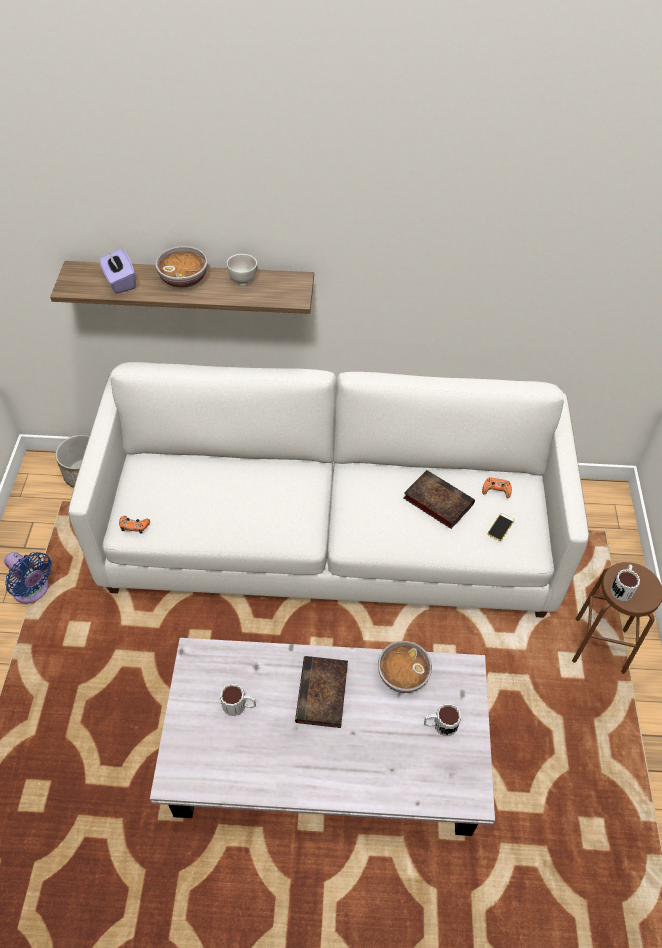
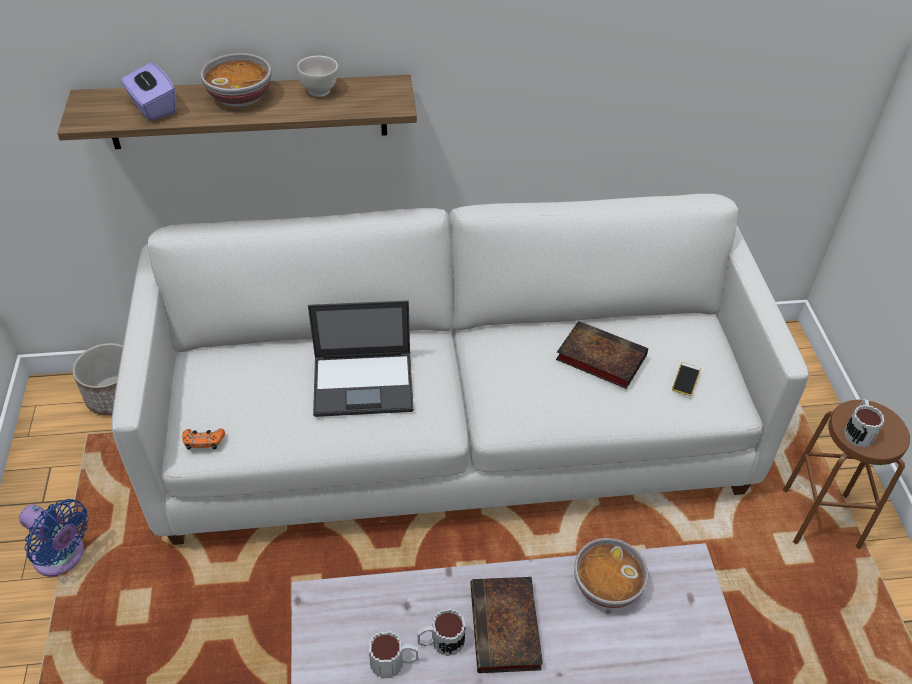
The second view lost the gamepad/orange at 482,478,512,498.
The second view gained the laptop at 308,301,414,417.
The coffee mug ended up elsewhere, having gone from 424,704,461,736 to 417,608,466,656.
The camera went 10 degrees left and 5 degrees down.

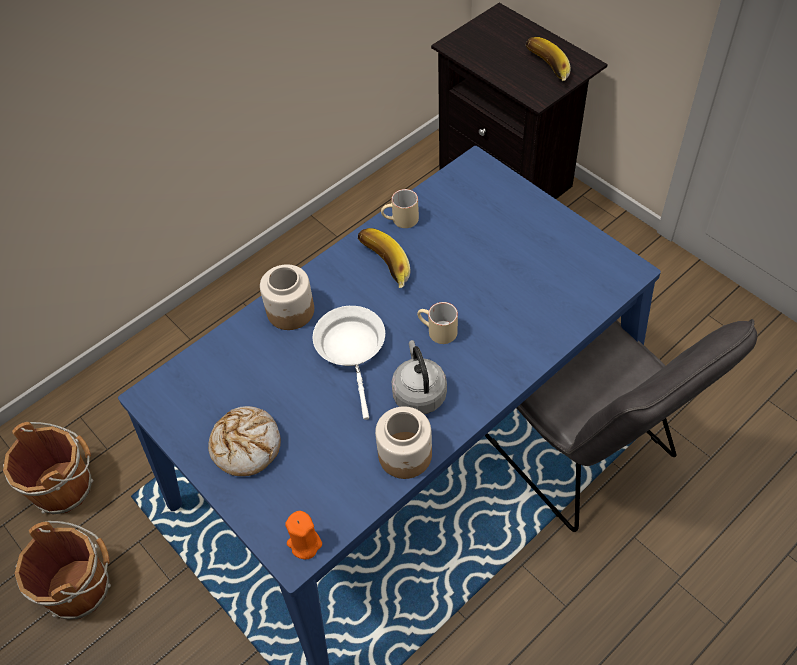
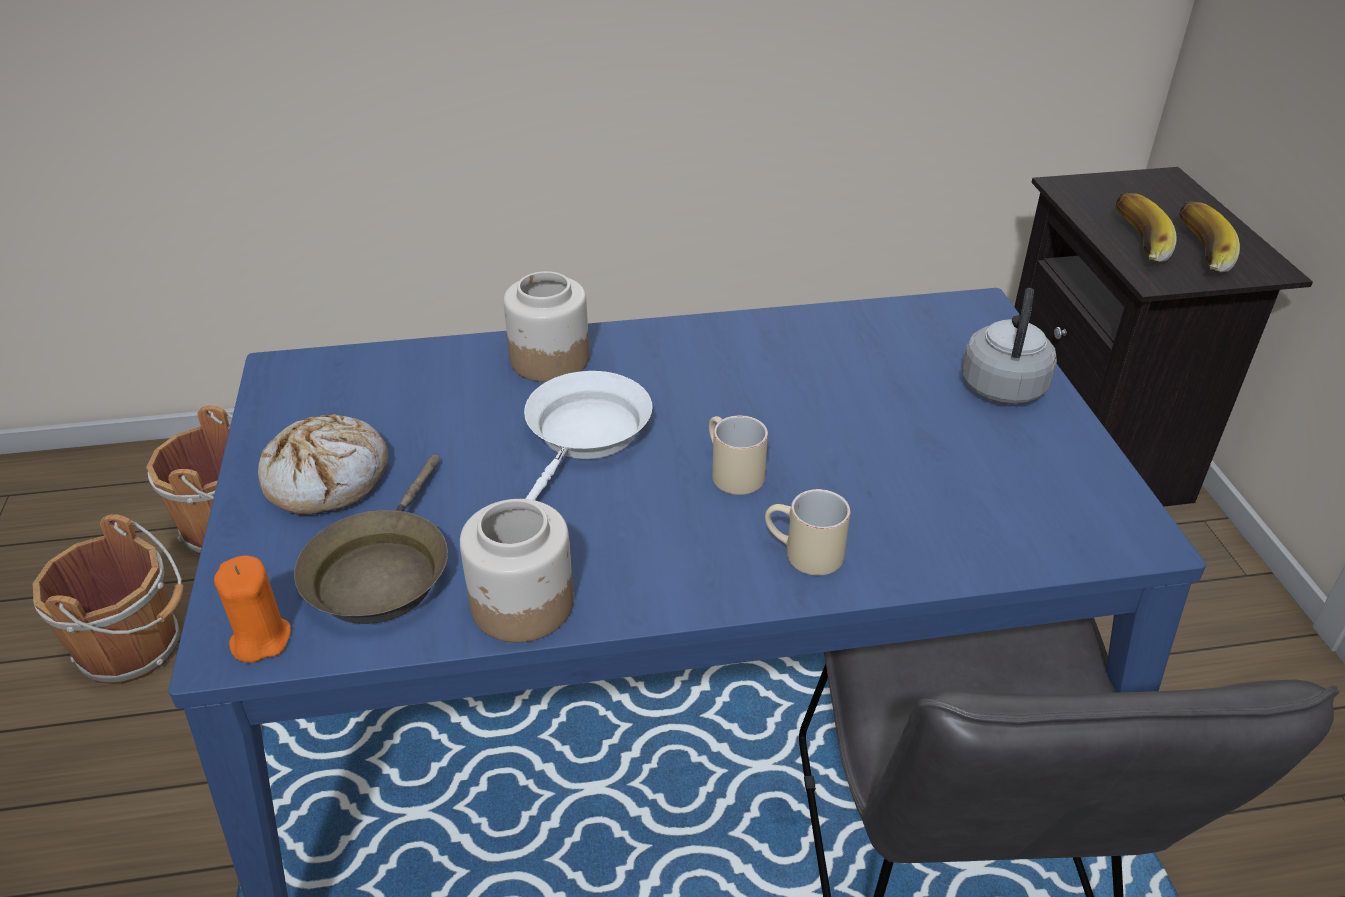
The second view gained the skillet/brown-coloured at 294,454,448,624.
The banana ended up elsewhere, having gone from 358,228,410,288 to 1116,193,1177,262.
The coffee mug/beige ended up elsewhere, having gone from 381,189,419,228 to 765,489,851,576.
The water kettle/gray ended up elsewhere, having gone from 391,340,447,414 to 962,288,1057,404.
The camera went 30 degrees right and 15 degrees down.

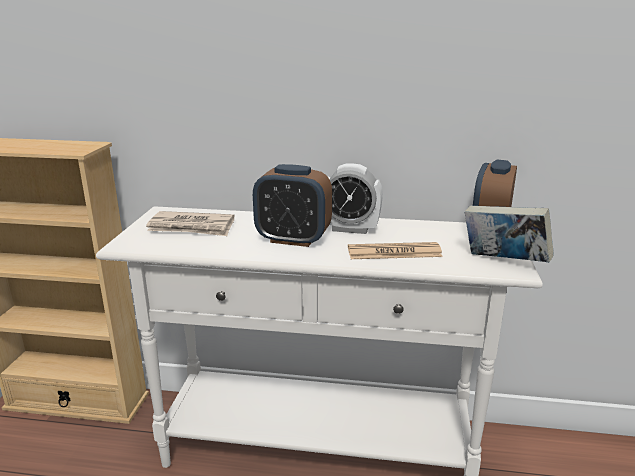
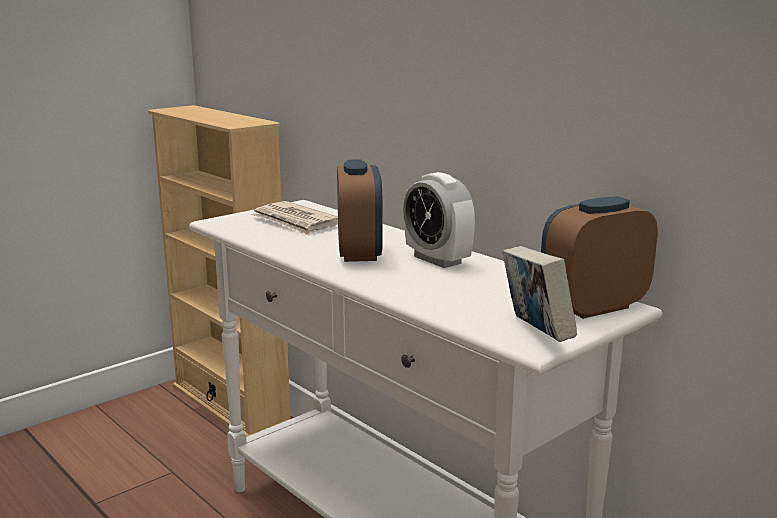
The second view lost the printed paper at 348,242,443,259.
The alarm clock at 253,164,332,247 ended up facing another way, 150 degrees counterclockwise from before.
The camera went 40 degrees right and 5 degrees down.

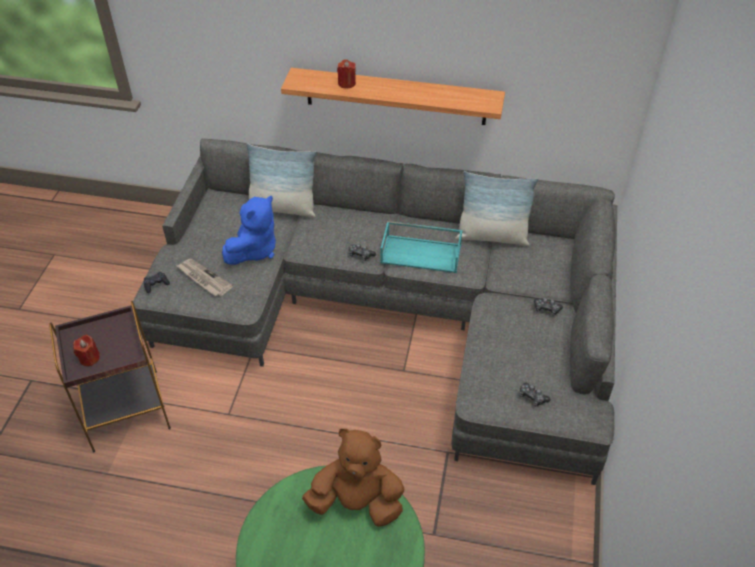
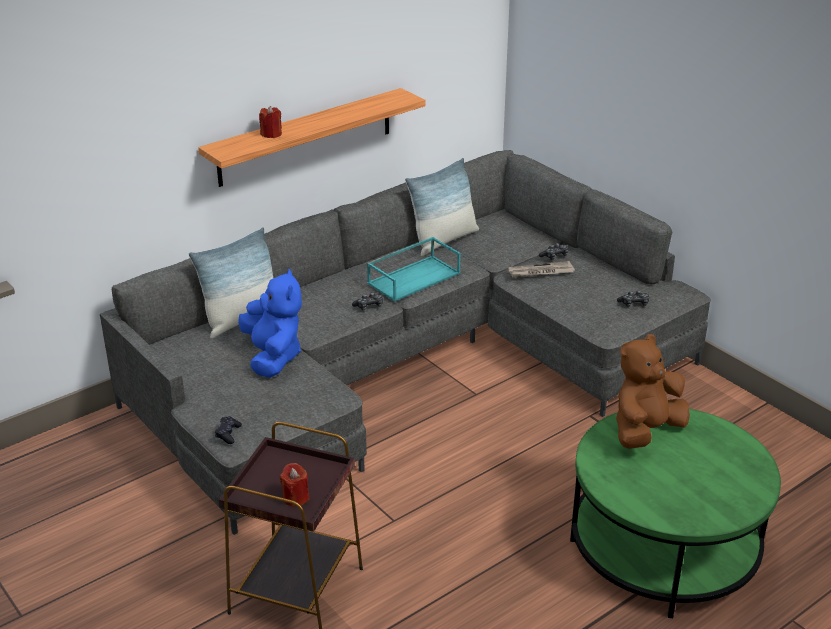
The printed paper ended up elsewhere, having gone from 177,259,233,296 to 508,261,575,278.
The camera went 50 degrees left and 15 degrees down.

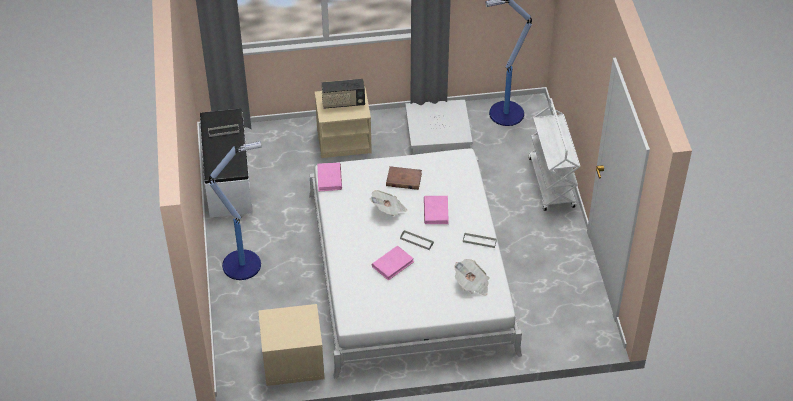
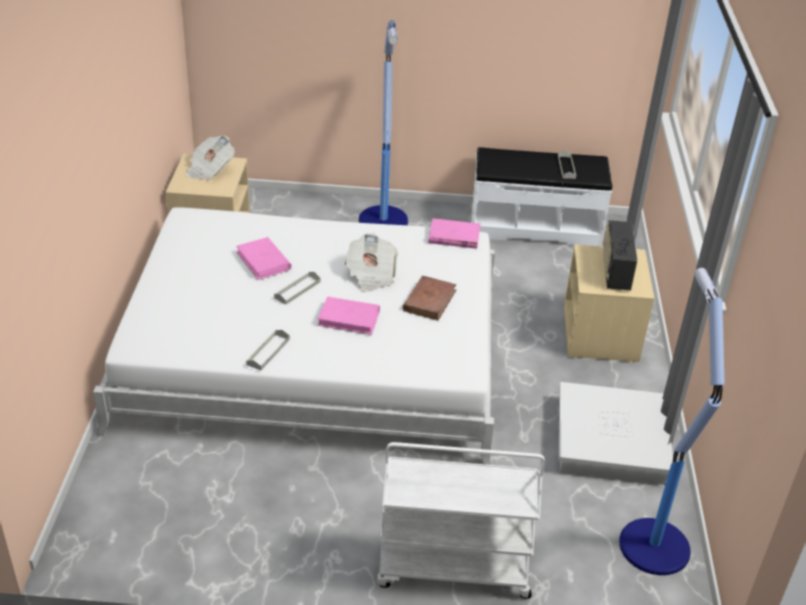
The printed paper ended up elsewhere, having gone from 454,259,489,296 to 186,135,235,180.
The camera went 100 degrees right and 10 degrees down.

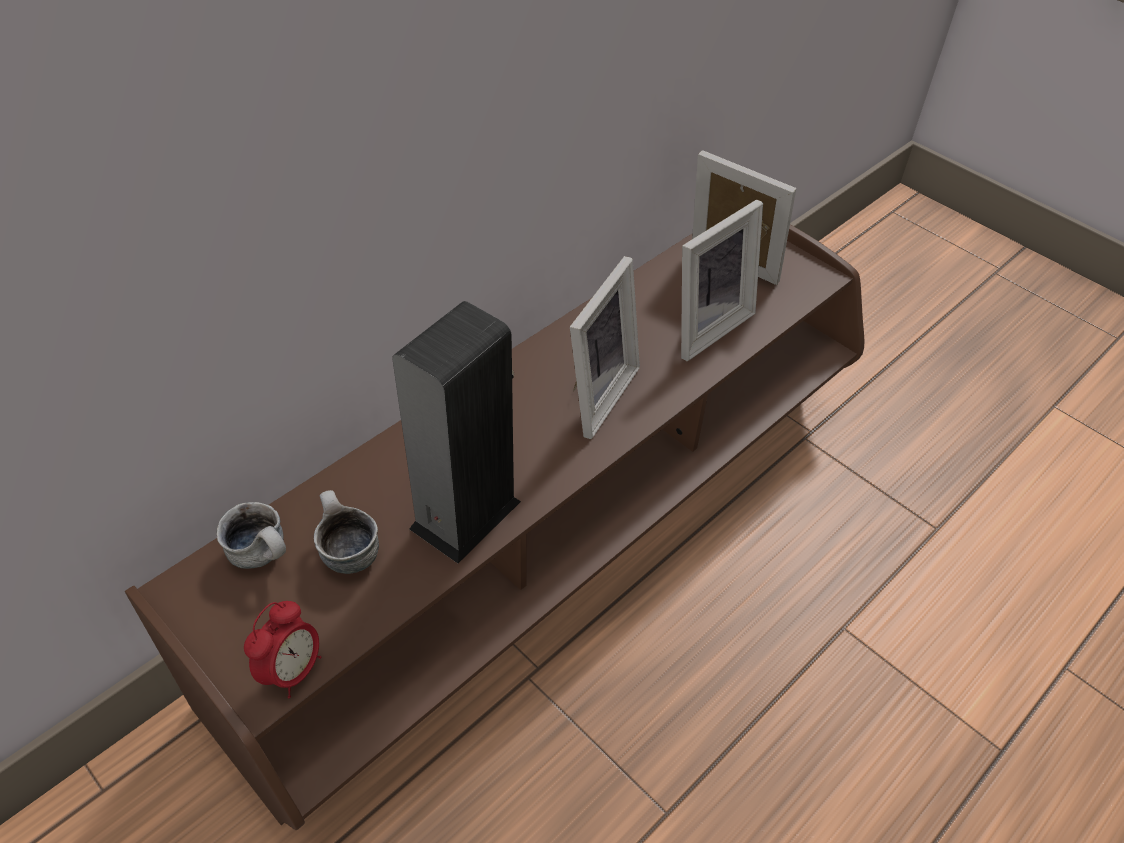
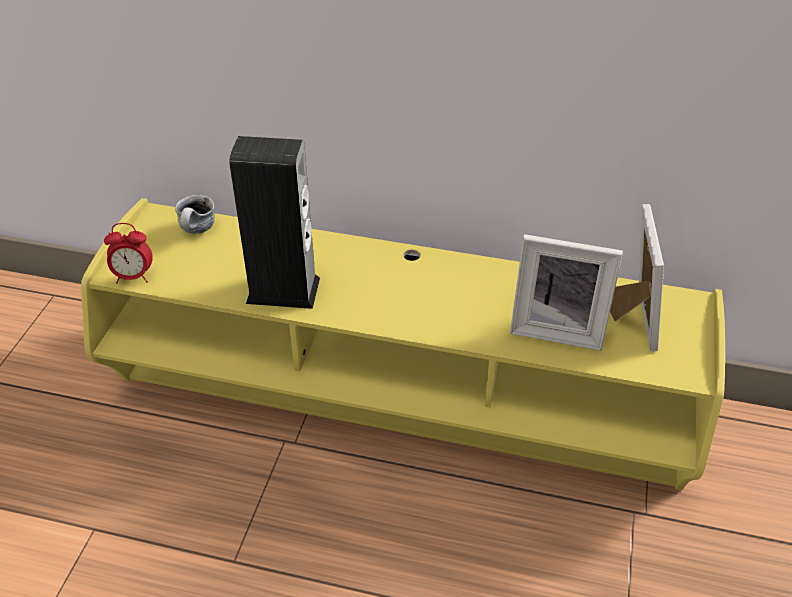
The second view lost the coffee mug at 314,490,379,574.
The second view lost the photo frame at 570,256,640,439.
What was the tv unit/brown-coloured at 125,225,864,830 turned into the tv unit/yellow-coloured at 81,198,725,490.
The camera went 60 degrees right and 5 degrees down.

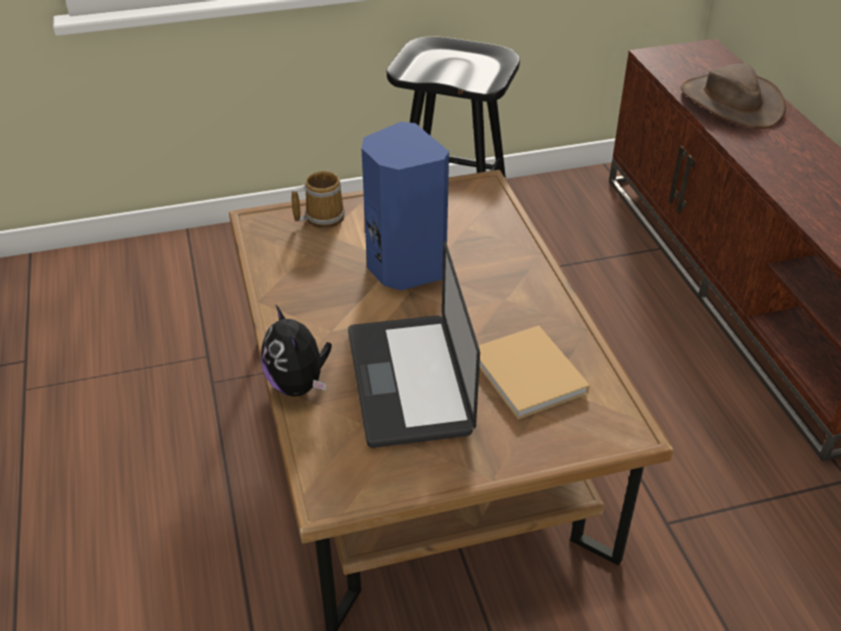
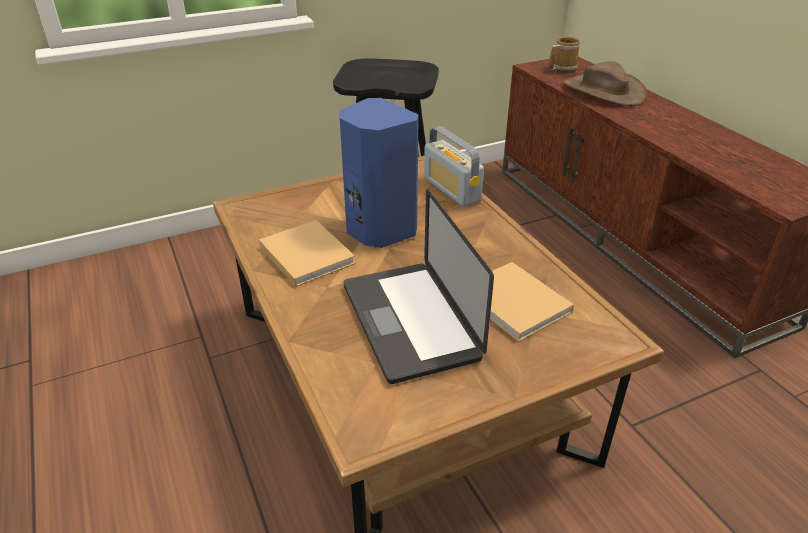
The second view lost the cuddly toy at 261,304,332,397.
The second view gained the book/beige at 259,220,355,287.
The second view gained the radio set at 424,126,484,207.
The coffee mug ended up elsewhere, having gone from 292,171,345,228 to 549,37,580,73.
The camera went 10 degrees left and 5 degrees down.

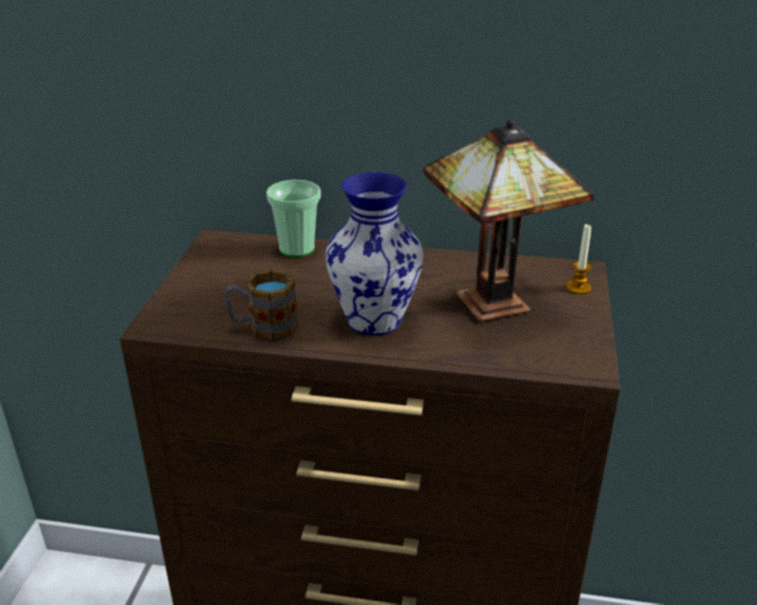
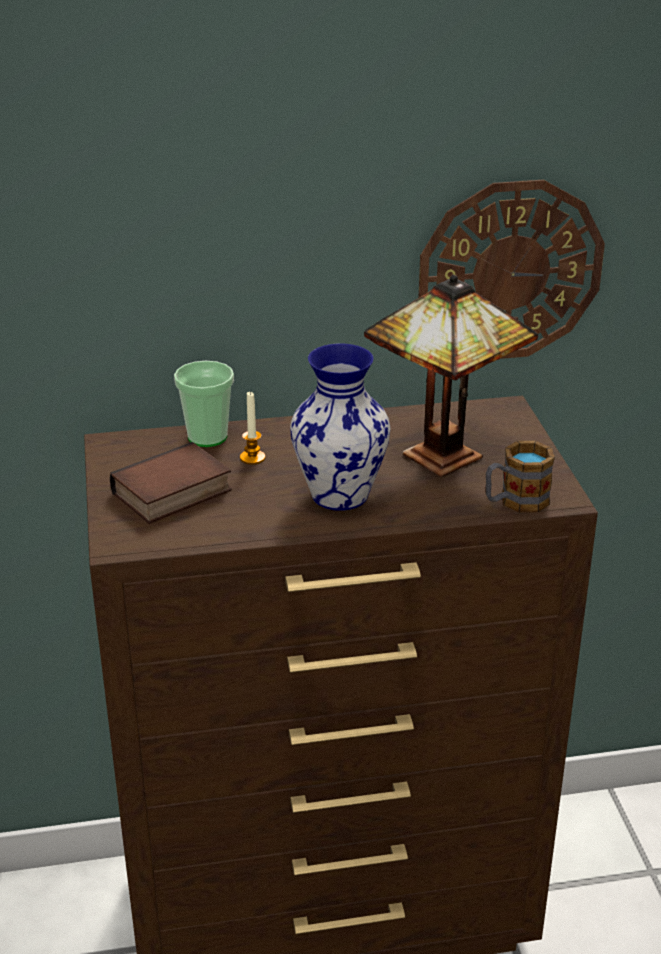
The second view gained the book at 110,442,232,524.
The second view gained the hanging clock at 418,180,605,359.
The coffee mug ended up elsewhere, having gone from 224,269,298,341 to 486,441,555,513.
The candle ended up elsewhere, having gone from 566,224,591,294 to 240,391,265,465.
The camera went 20 degrees left and 0 degrees up.

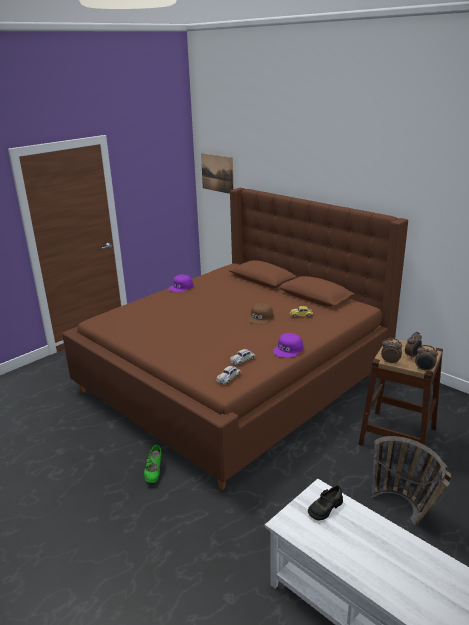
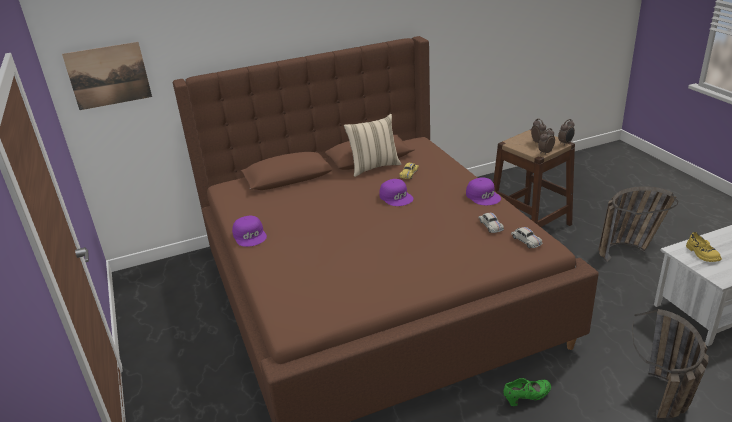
The second view gained the pillow/beige at 344,114,402,177.
The second view gained the storage basket at 632,309,709,420.
What was the baseball cap/brown-coloured at 247,303,273,324 turned into the baseball cap/purple-coloured at 379,179,413,206.
What was the low shoe/black-coloured at 308,485,343,520 turned into the low shoe/yellow-coloured at 686,232,722,262.
The low shoe/green at 144,445,162,483 ended up facing another way, 45 degrees counterclockwise from before.
The camera went 65 degrees left and 5 degrees up.

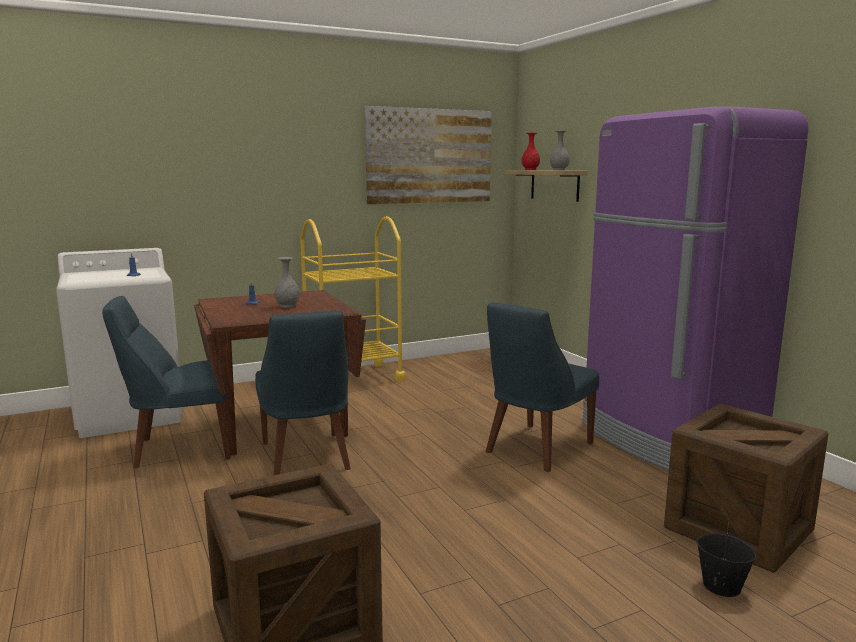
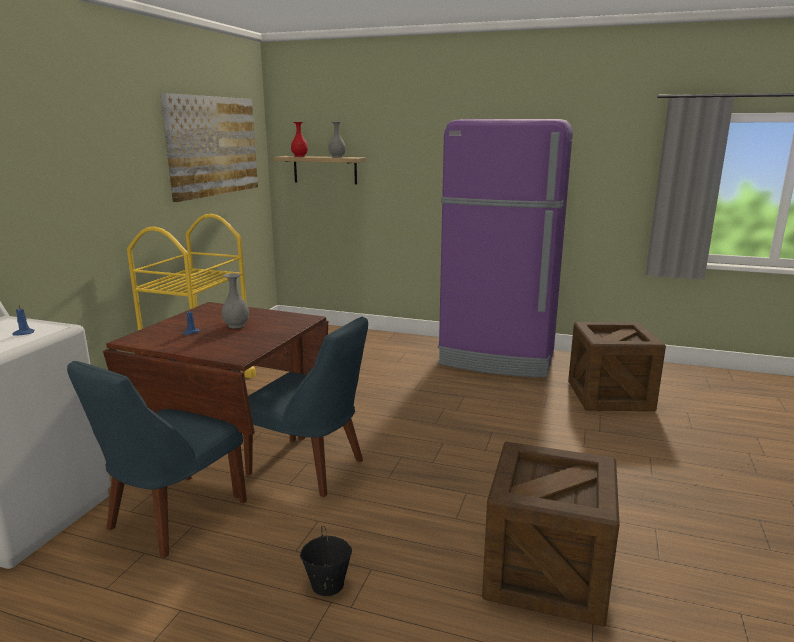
The second view lost the plain chair/bluish at 486,302,599,472.
The water bucket/black-coloured ended up elsewhere, having gone from 696,519,756,597 to 300,526,352,596.
The camera went 45 degrees left and 5 degrees up.

